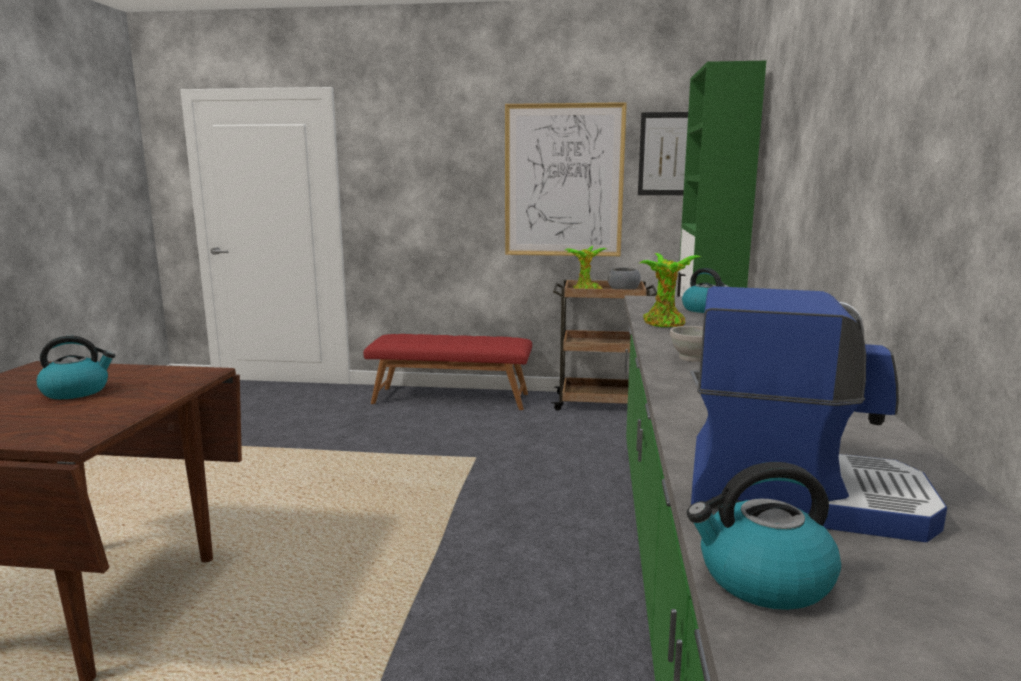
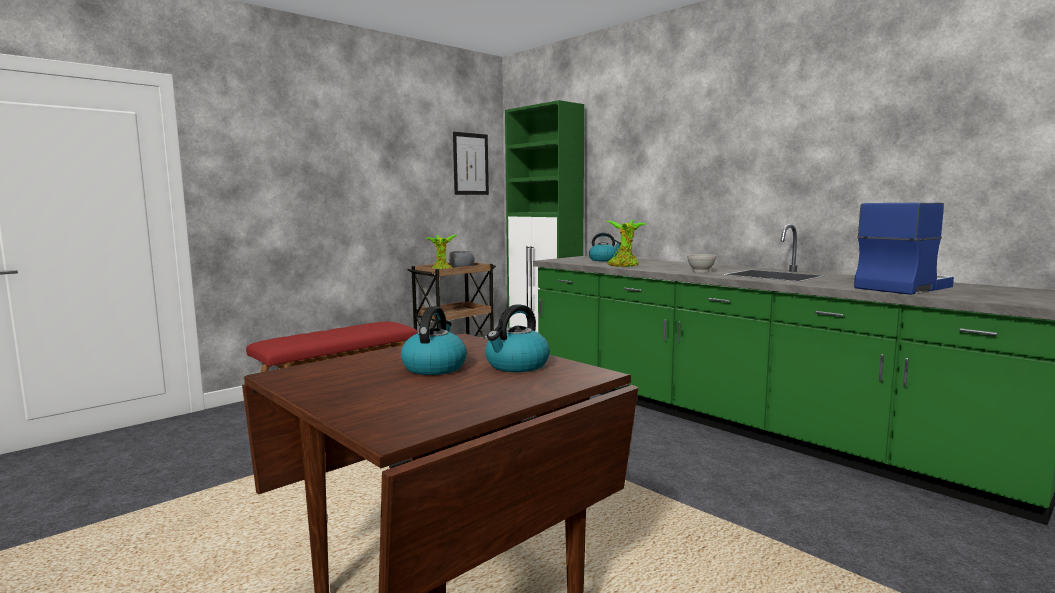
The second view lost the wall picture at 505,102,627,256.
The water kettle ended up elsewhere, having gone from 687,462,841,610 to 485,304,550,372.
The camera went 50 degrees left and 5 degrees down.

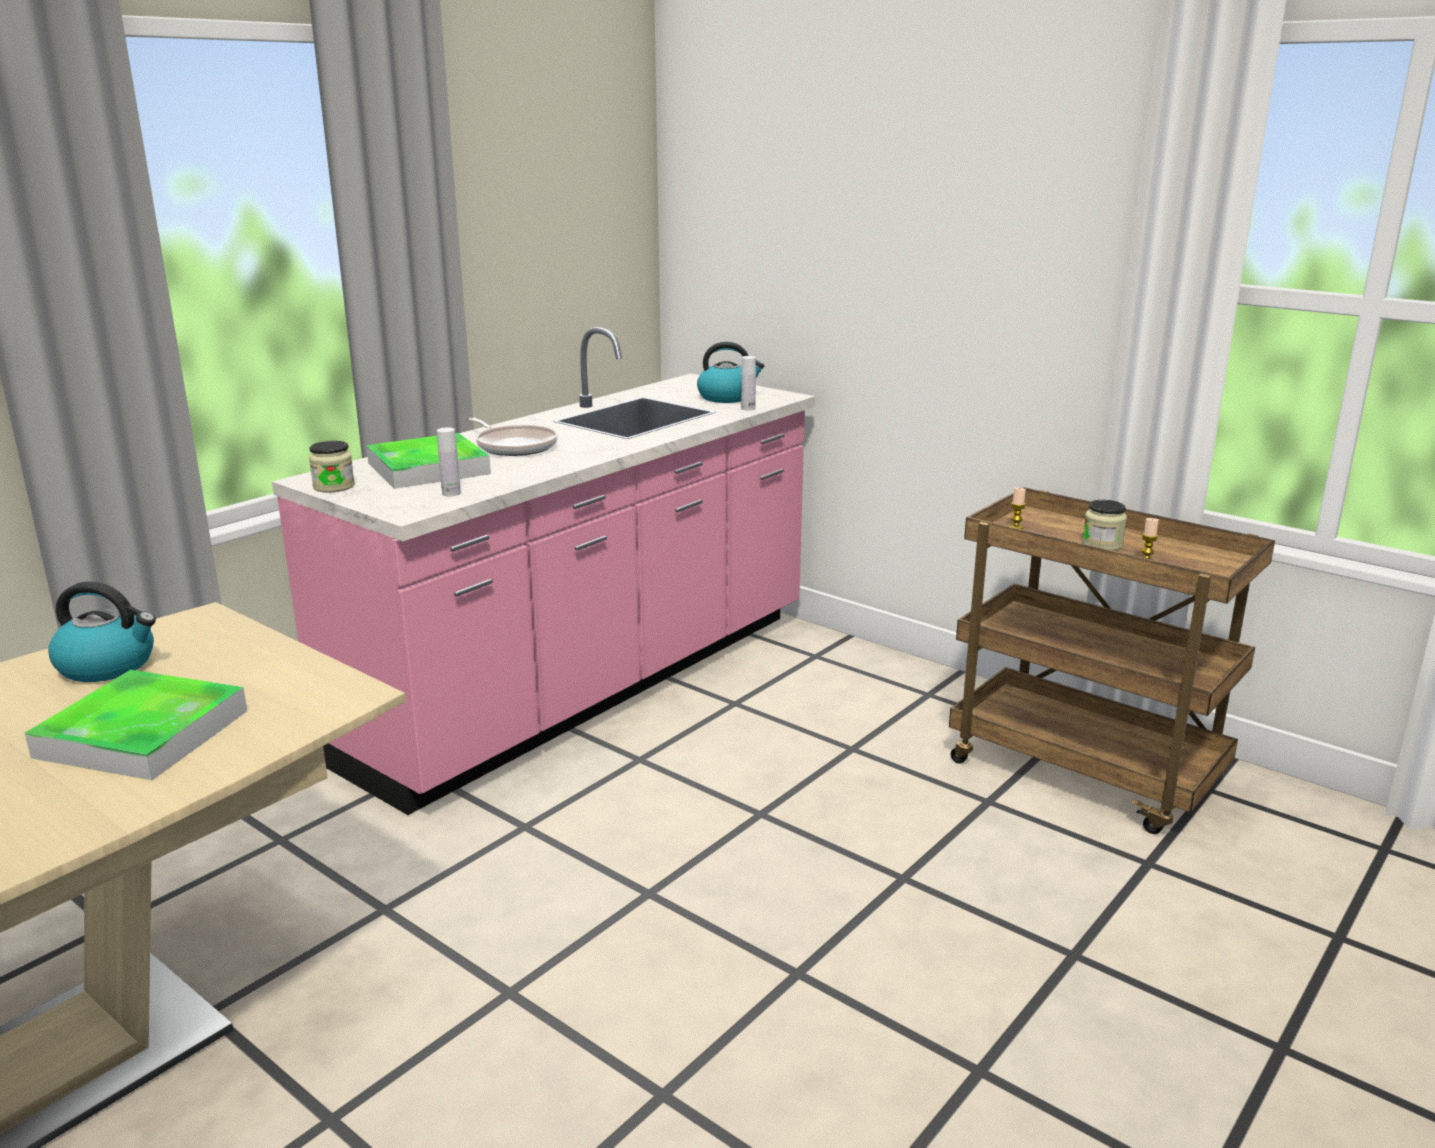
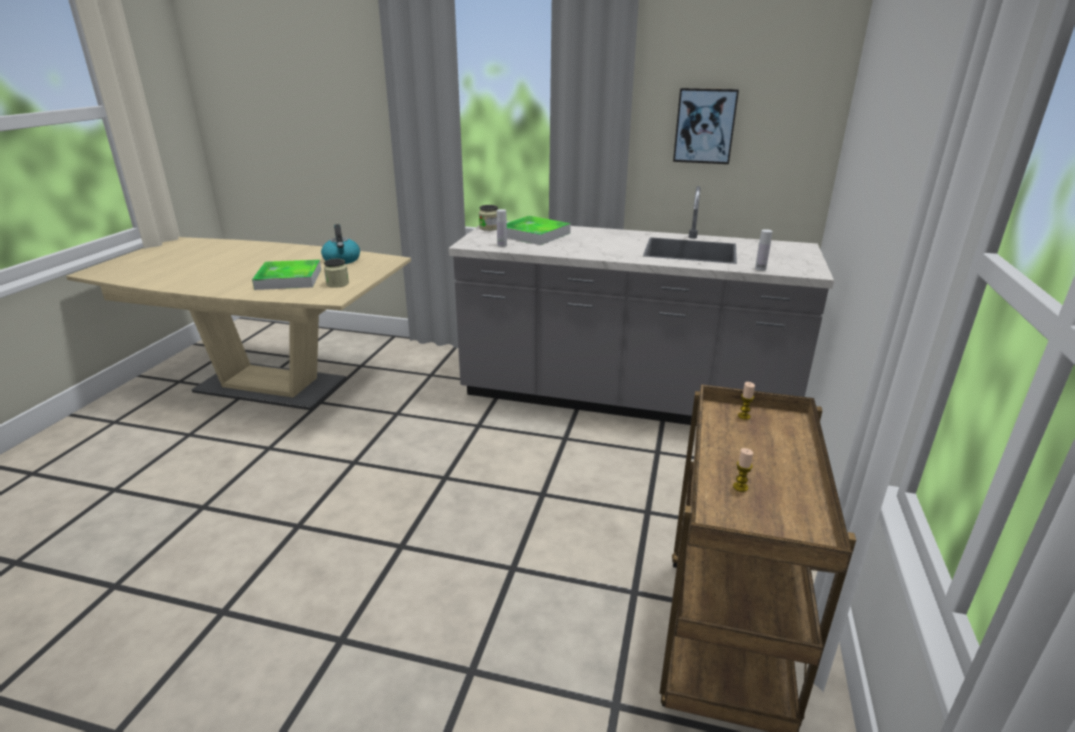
The second view lost the skillet at 469,418,558,456.
The second view lost the water kettle at 697,342,764,403.
The second view gained the wall picture at 673,88,739,164.
The jar ended up elsewhere, having gone from 1082,500,1127,551 to 324,259,349,288.
What was the counter/pinkish at 272,327,815,815 turned into the counter/gray at 448,186,834,426.
The camera went 65 degrees right and 5 degrees up.

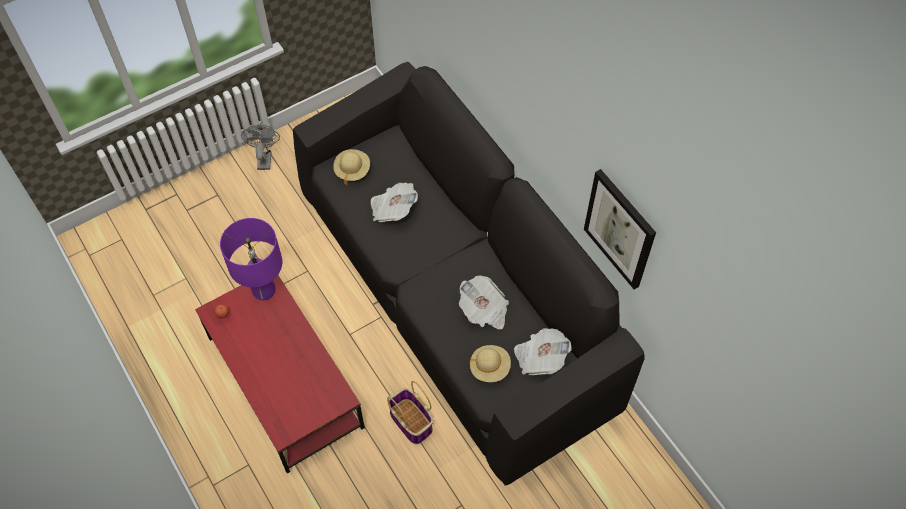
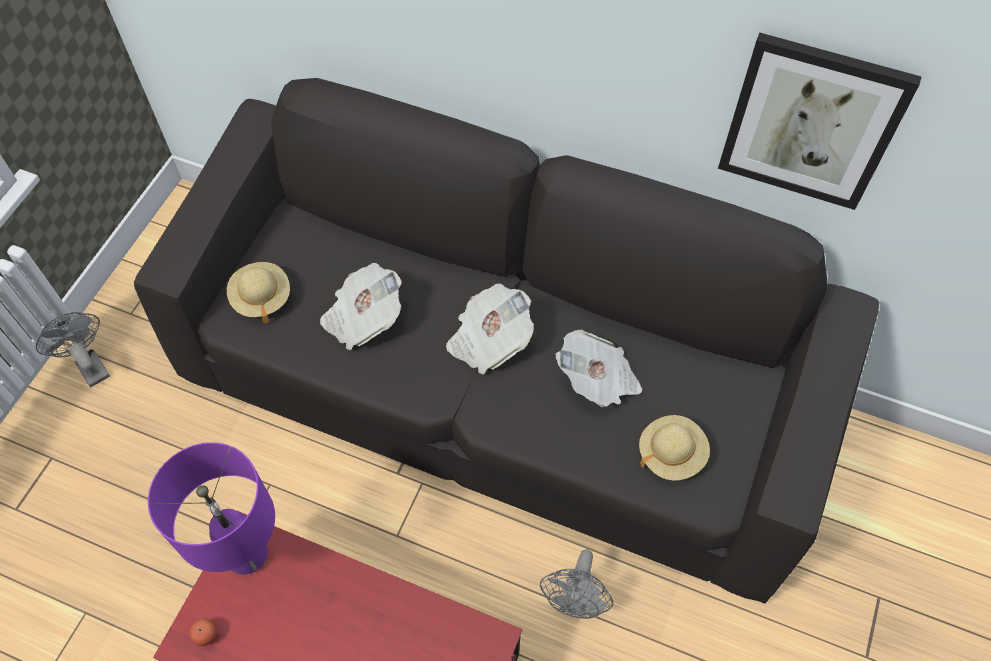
The printed paper ended up elsewhere, having gone from 514,328,572,375 to 446,284,534,375.
Where the storage basket stood at 387,381,433,444, the electric fan/gray came to stand at 540,550,613,619.
The camera went 35 degrees left and 0 degrees up.

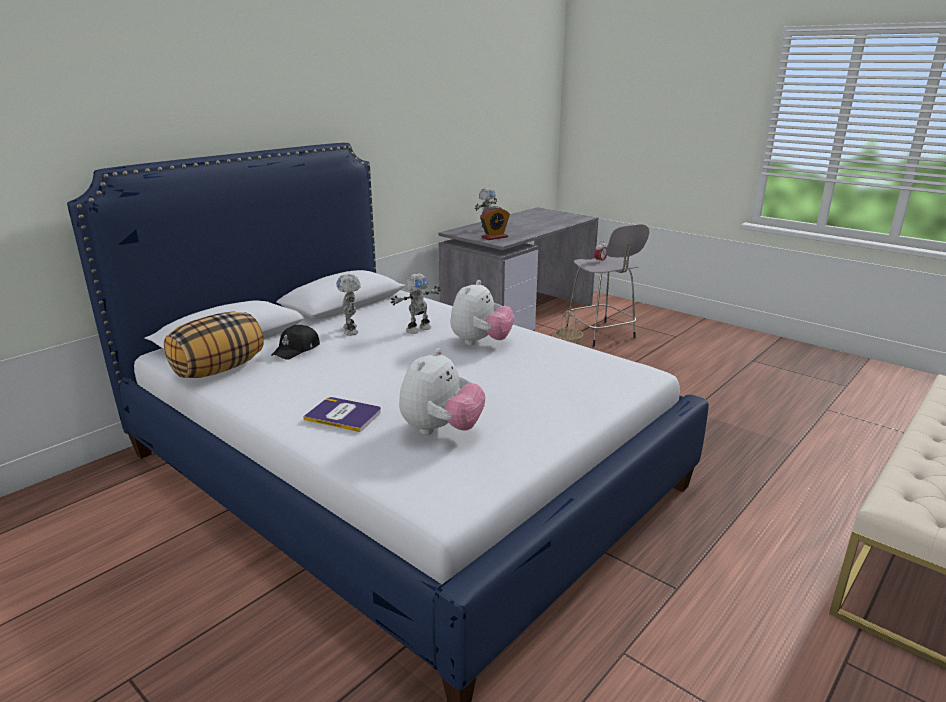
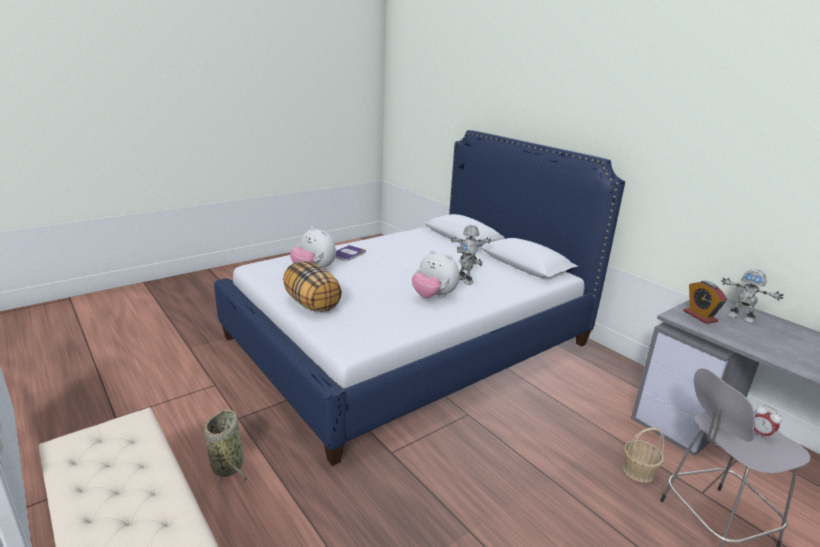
The second view lost the baseball cap/black-coloured at 271,324,320,360.
The second view gained the storage basket at 204,410,249,493.
The pillow ended up elsewhere, having gone from 164,311,264,378 to 283,261,342,312.
The camera went 100 degrees right and 0 degrees up.

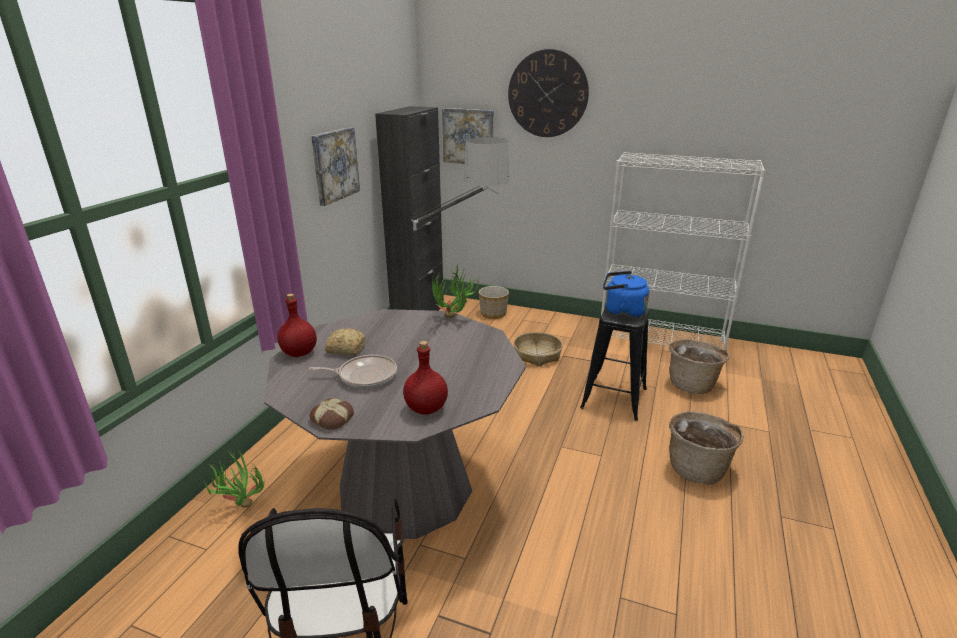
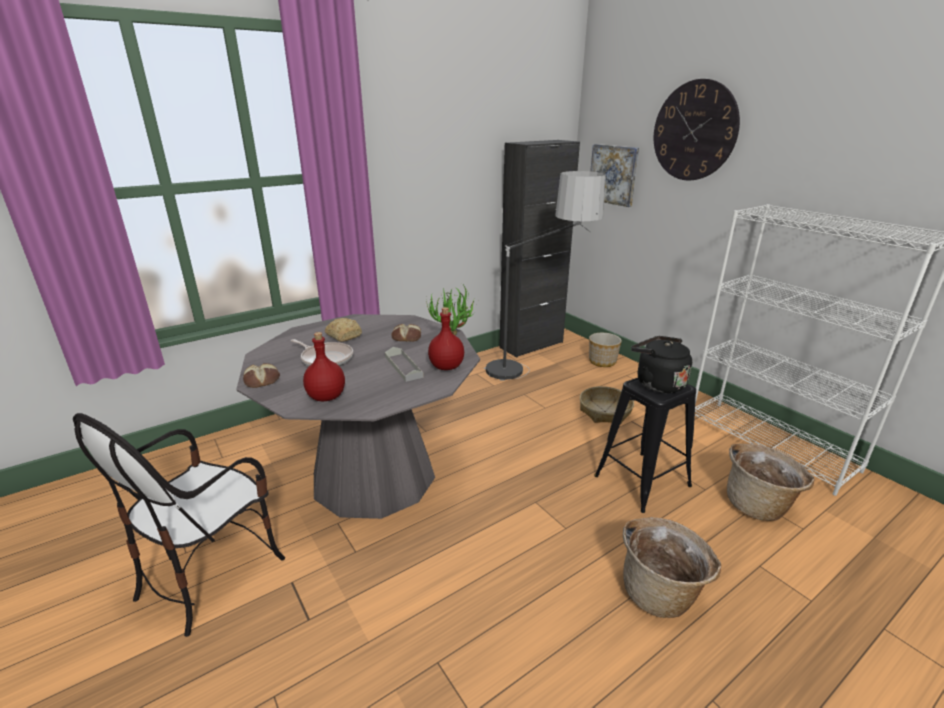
The second view lost the plant in a pot at 204,448,264,508.
The second view lost the wall picture at 311,127,360,206.
The second view gained the serving tray/gray at 385,347,424,382.
The second view gained the bread at 391,324,421,342.
The beverage bottle/reddish ended up elsewhere, having gone from 277,294,317,357 to 428,307,464,370.
What was the water kettle/bluish at 603,271,649,318 turned into the water kettle/black-coloured at 631,336,692,393.
The camera went 35 degrees right and 0 degrees up.

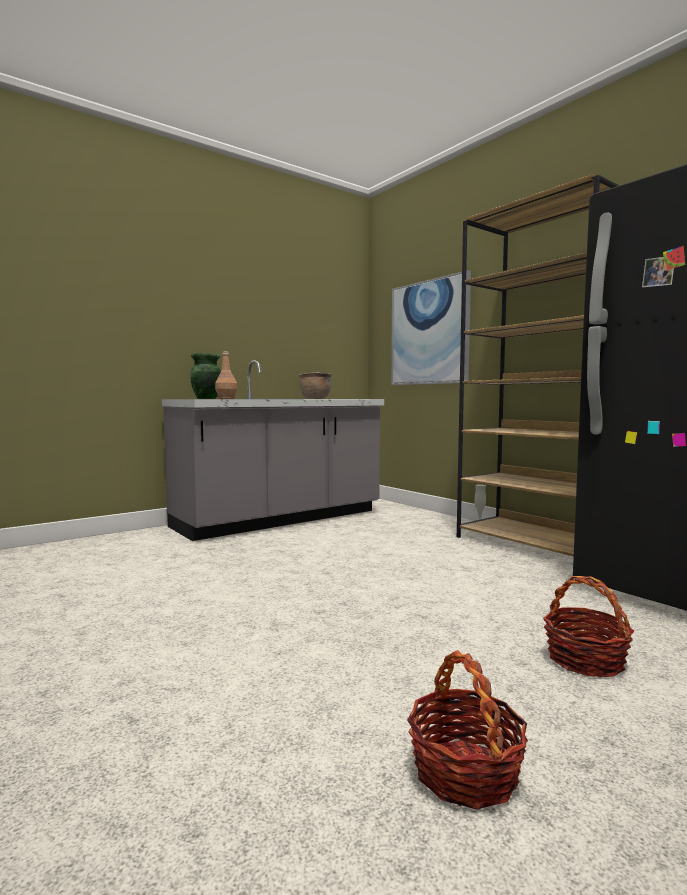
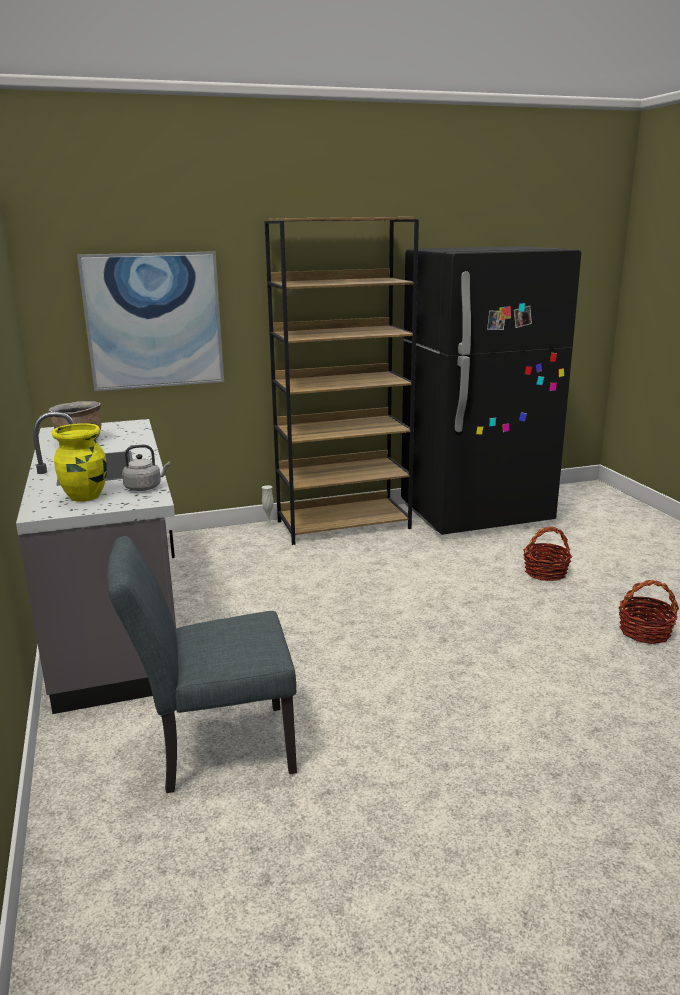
The second view gained the plain chair/gray at 107,536,297,793.
Where the beverage bottle/brown-coloured stood at 215,352,237,399, the water kettle/gray came to stand at 122,445,170,491.
What was the vase/green at 190,353,221,399 turned into the vase/yellow-coloured at 52,423,107,502.
The camera went 70 degrees left and 15 degrees up.

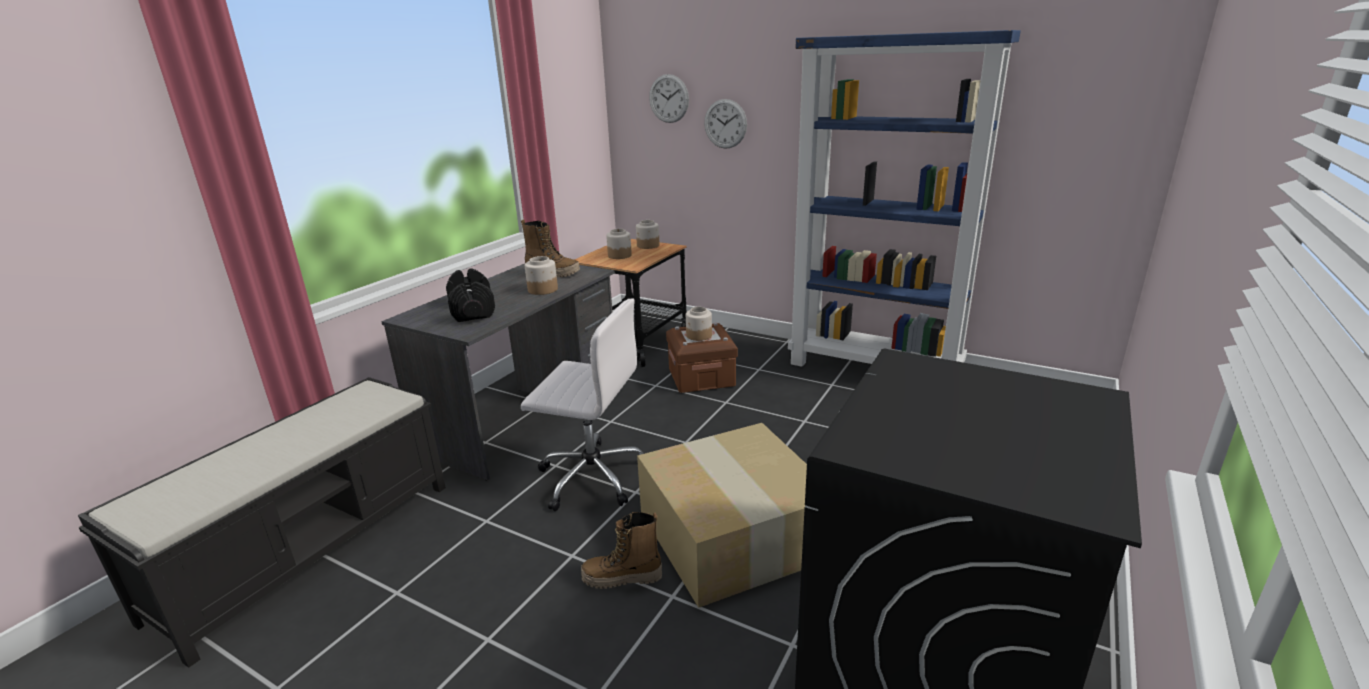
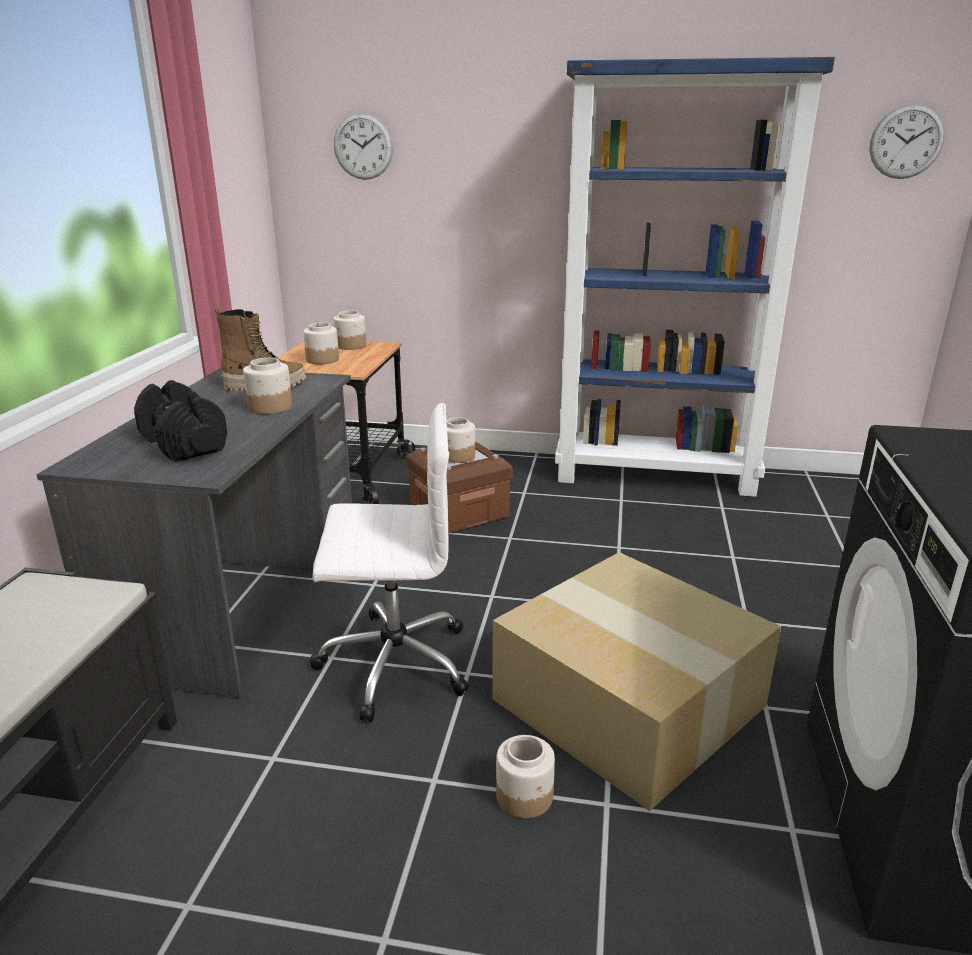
The hanging clock ended up elsewhere, having gone from 704,99,747,149 to 869,104,945,179.
Where the tall boot stood at 581,512,662,589, the jar came to stand at 496,735,555,818.
The camera went 20 degrees left and 0 degrees up.

